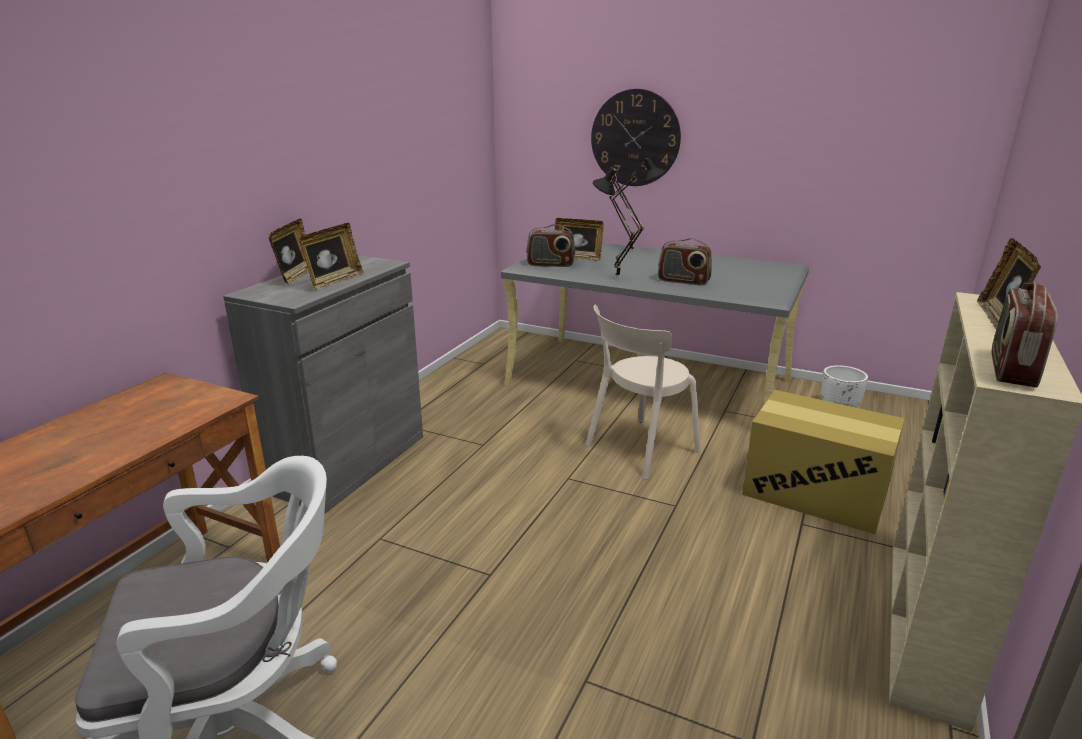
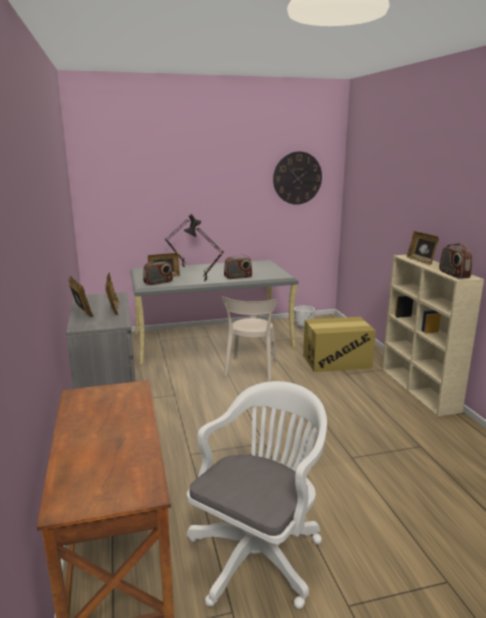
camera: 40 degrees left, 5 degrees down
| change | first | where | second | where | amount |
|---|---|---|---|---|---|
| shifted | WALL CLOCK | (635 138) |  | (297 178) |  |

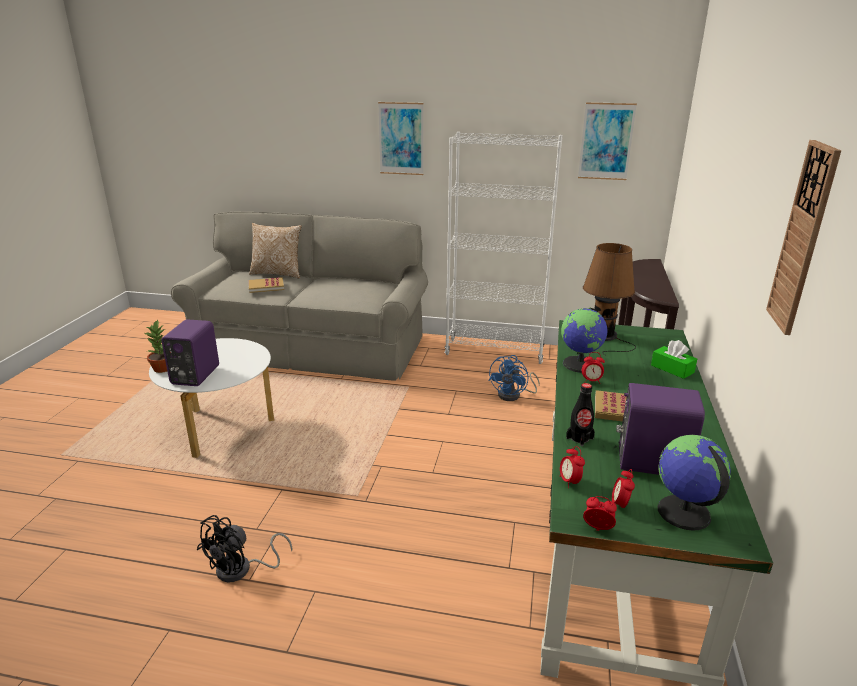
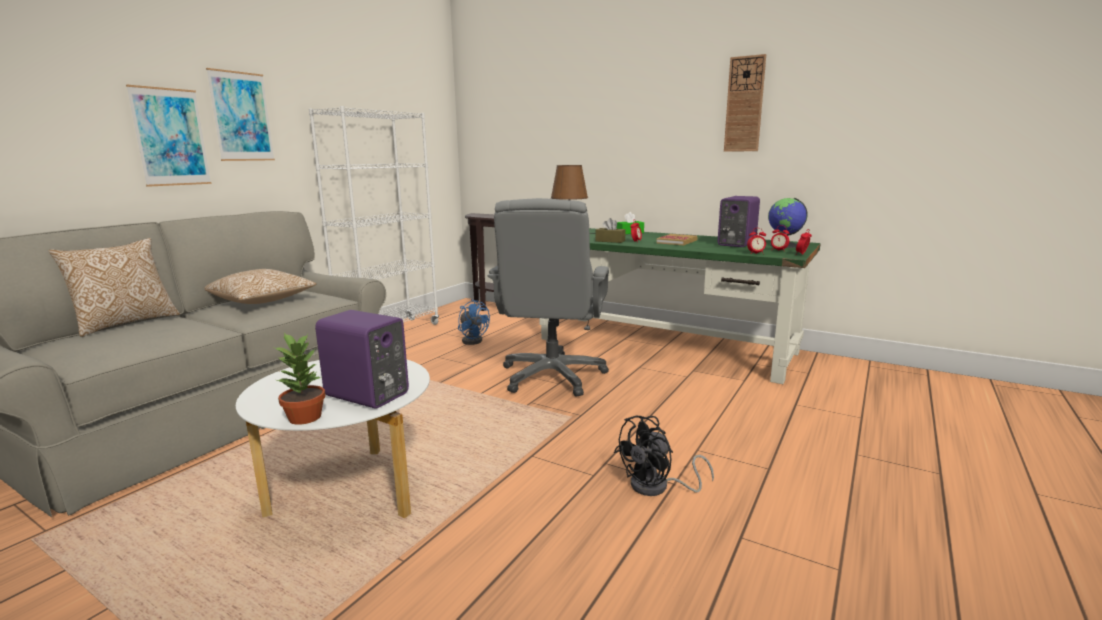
camera: 70 degrees left, 10 degrees down
| change | first | where | second | where | amount |
|---|---|---|---|---|---|
| shifted | PICTURE | (606 141) |  | (170 137) |  |
| gone | BOOK | (266 286) |  |  |  |
| swapped | GLOBE | (581 364) | BROWN TISSUE BOX | (610 241) |  |
| gone | BLACK BOTTLE | (579 438) |  |  |  |
| rotated | BLACK FAN | (241 570) |  | (657 487) | 90 degrees clockwise |
| new |  |  | GREY OFFICE CHAIR | (552 376) |  |
| new |  |  | PILLOW | (263 301) |  |

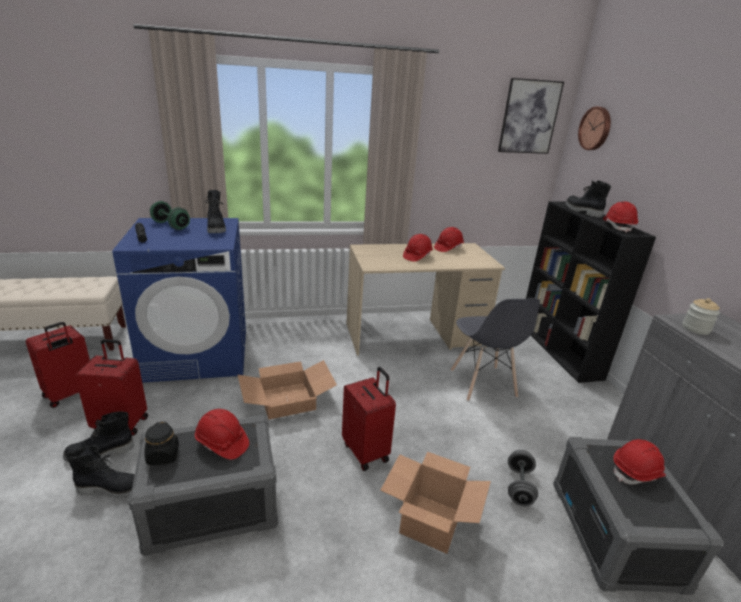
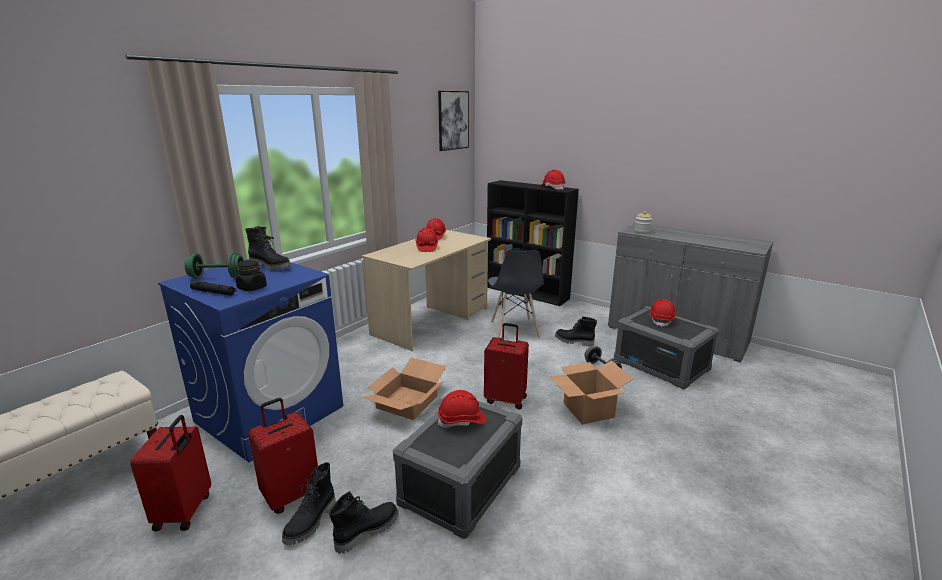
camera: 40 degrees left, 5 degrees down
| change | first | where | second | where | amount |
|---|---|---|---|---|---|
| gone | WALL CLOCK | (595 128) |  |  |  |
| shifted | BLACK BOOT | (582 211) |  | (574 342) |  |
| rotated | GREY CHAIR | (482 384) |  | (514 330) | 45 degrees clockwise |
| shifted | BLACK JAR | (163 456) |  | (252 288) |  |

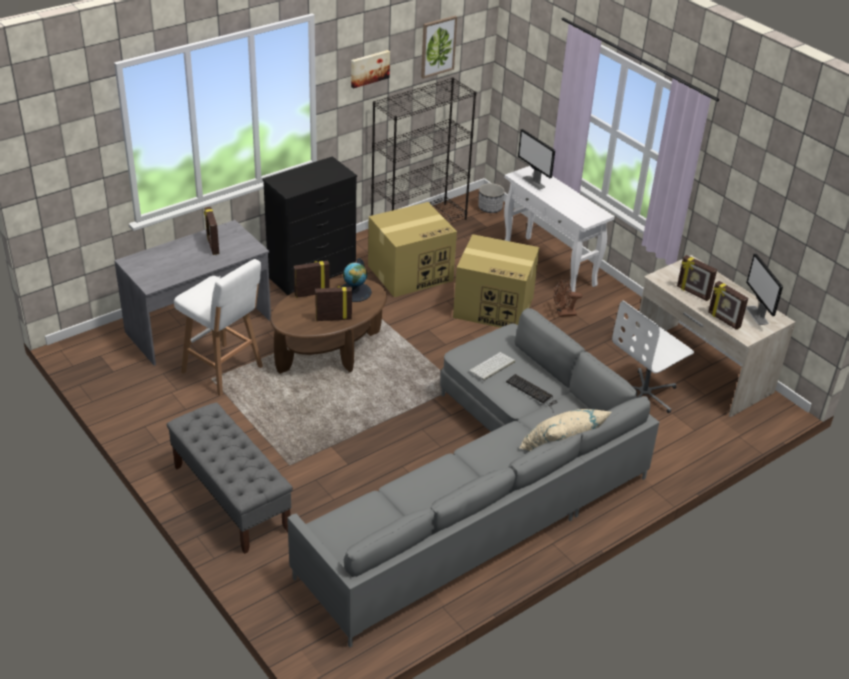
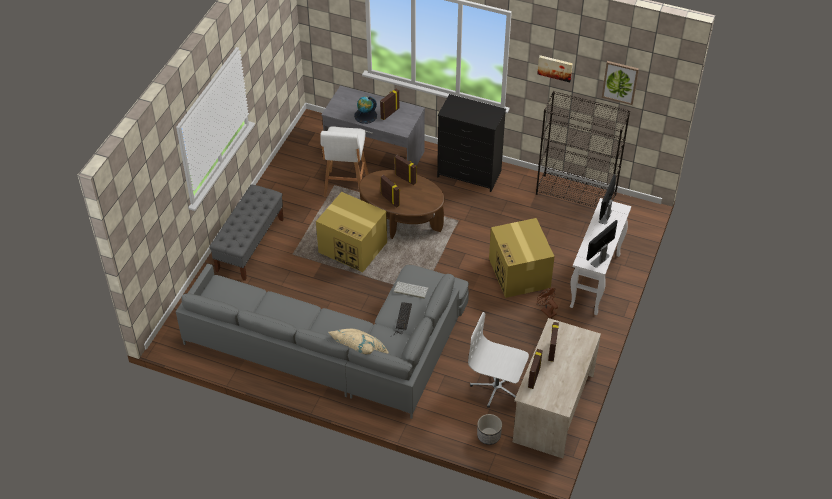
camera: 60 degrees right, 10 degrees up
| change | first | where | second | where | amount |
|---|---|---|---|---|---|
| shifted | PLANTER | (490 208) |  | (488 435) |  |
| shifted | CARDBOARD BOX | (411 273) |  | (353 247) |  |
| shifted | MONITOR | (757 315) |  | (599 259) |  |
| shifted | GLOBE | (355 292) |  | (365 116) |  |

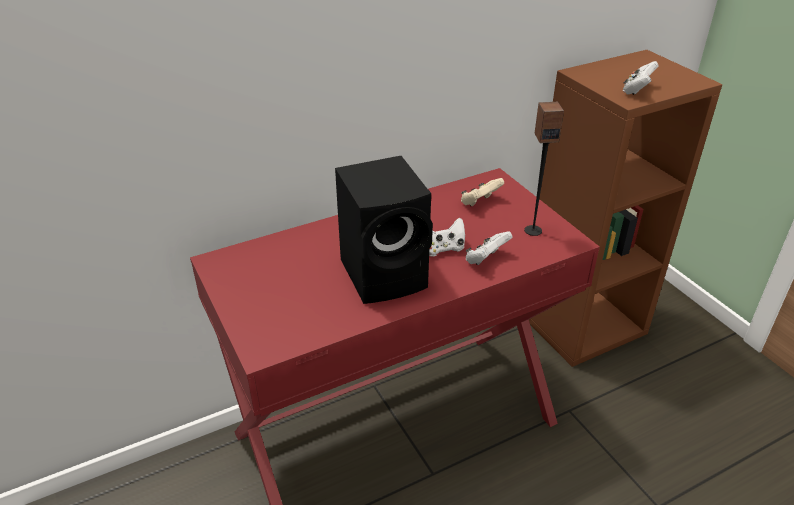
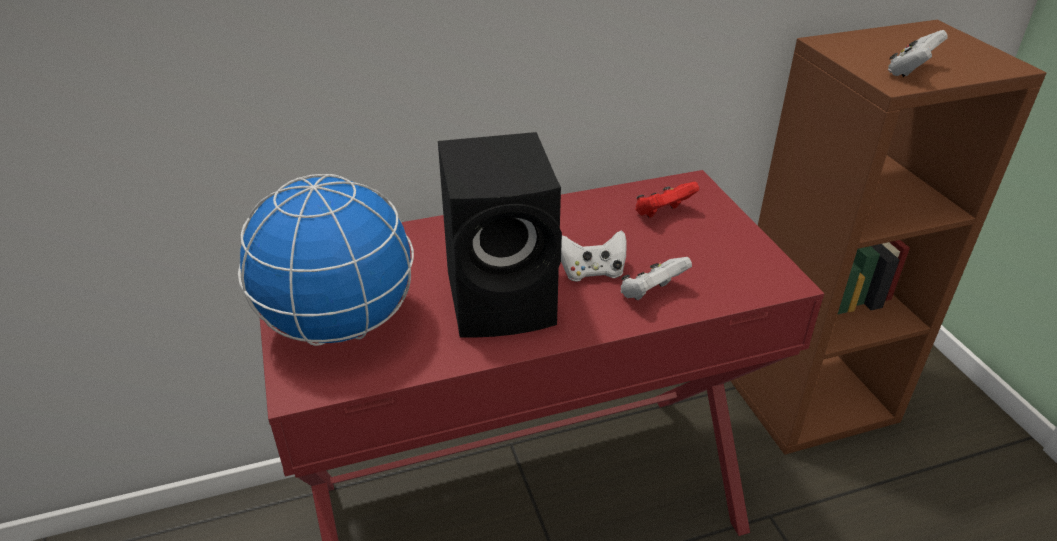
camera: 10 degrees right, 0 degrees up
| change | first | where | second | where | amount |
|---|---|---|---|---|---|
| gone | SPEAKER | (533 230) |  |  |  |
| repainted | BEIGE GAME CONTROLLER | (480 202) | RED GAME CONTROLLER | (662 214) |  |
| new |  |  | GLOBE | (340 325) |  |

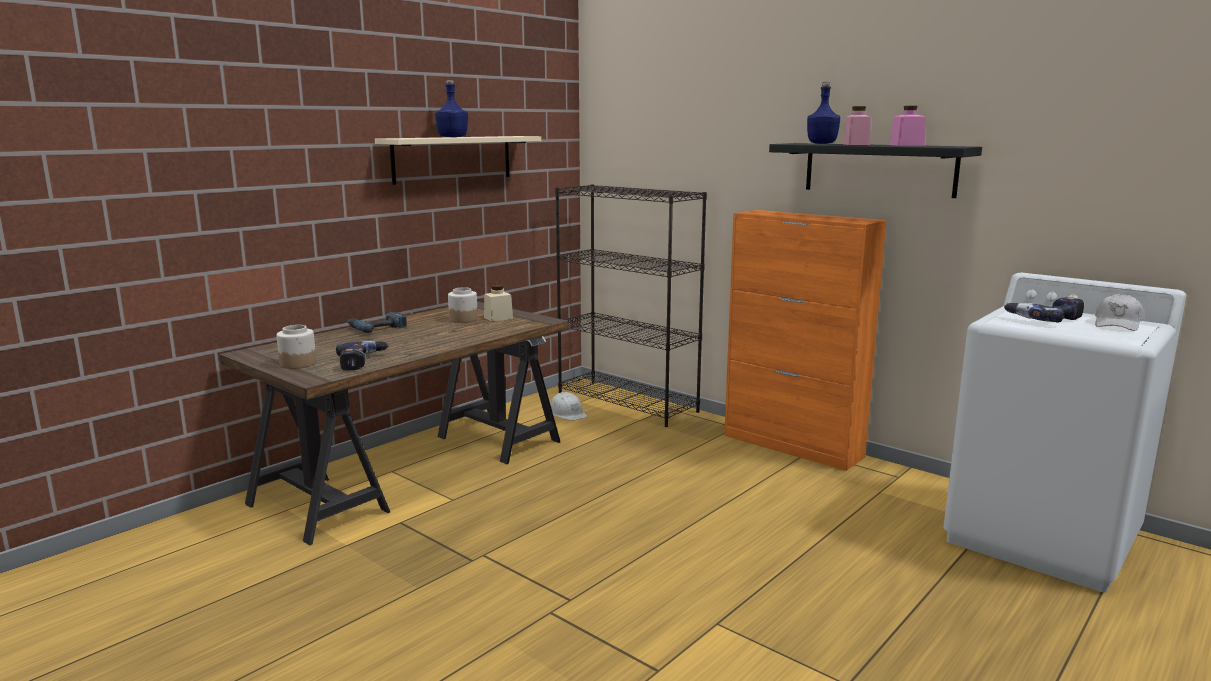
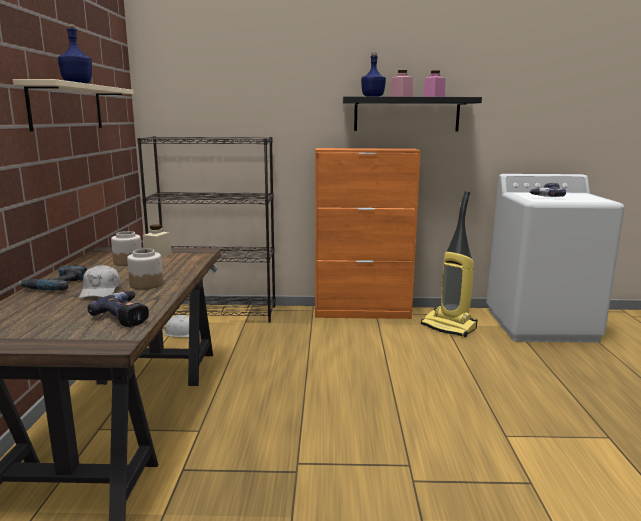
camera: 40 degrees left, 0 degrees up
| change | first | where | second | where | amount |
|---|---|---|---|---|---|
| shifted | WHITE CAP | (1117 324) |  | (100 291) |  |
| shifted | JAR | (298 364) |  | (146 284) |  |
| new |  |  | VACUUM CLEANER | (449 327) |  |

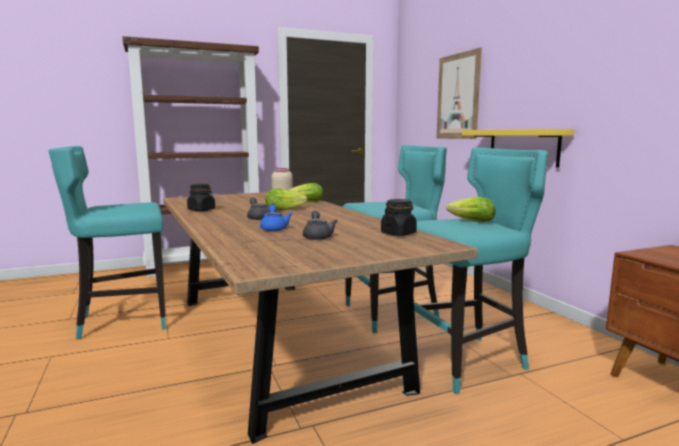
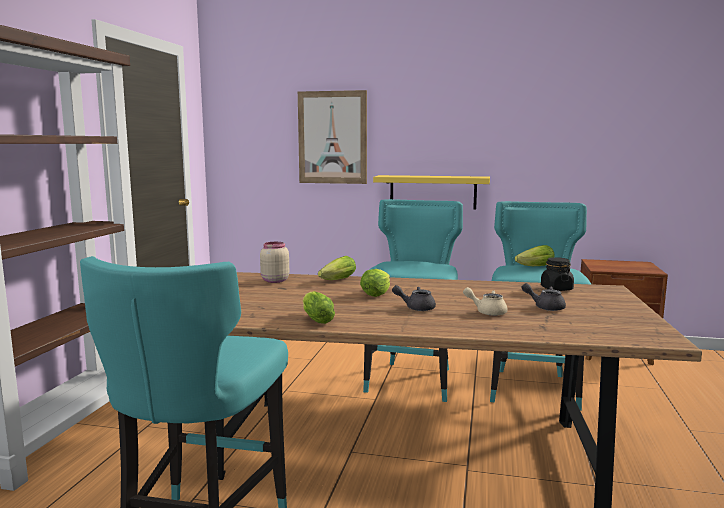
camera: 55 degrees left, 0 degrees up
| change | first | where | second | where | amount |
|---|---|---|---|---|---|
| swapped | BLACK JAR | (201 210) | LETTUCE | (316 319) |  |
| repainted | BLUE TEAPOT | (274 228) | BEIGE TEAPOT | (487 312) |  |

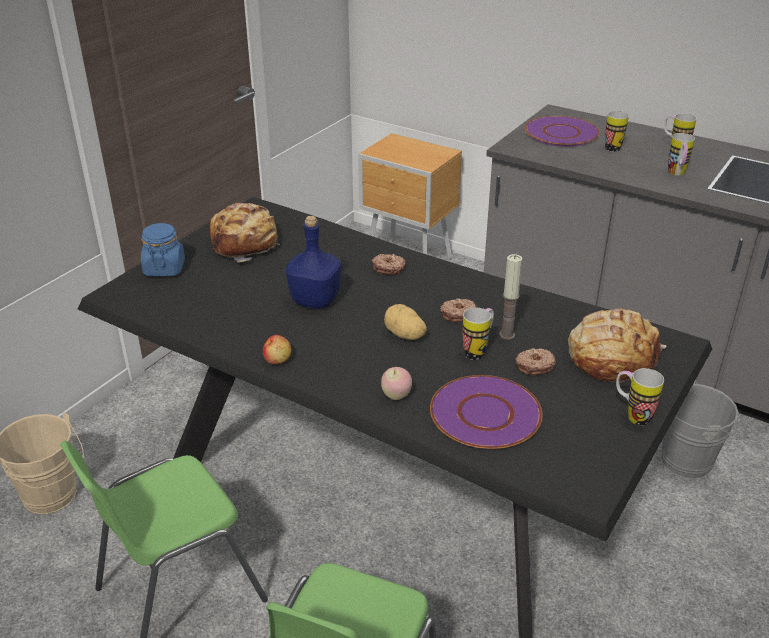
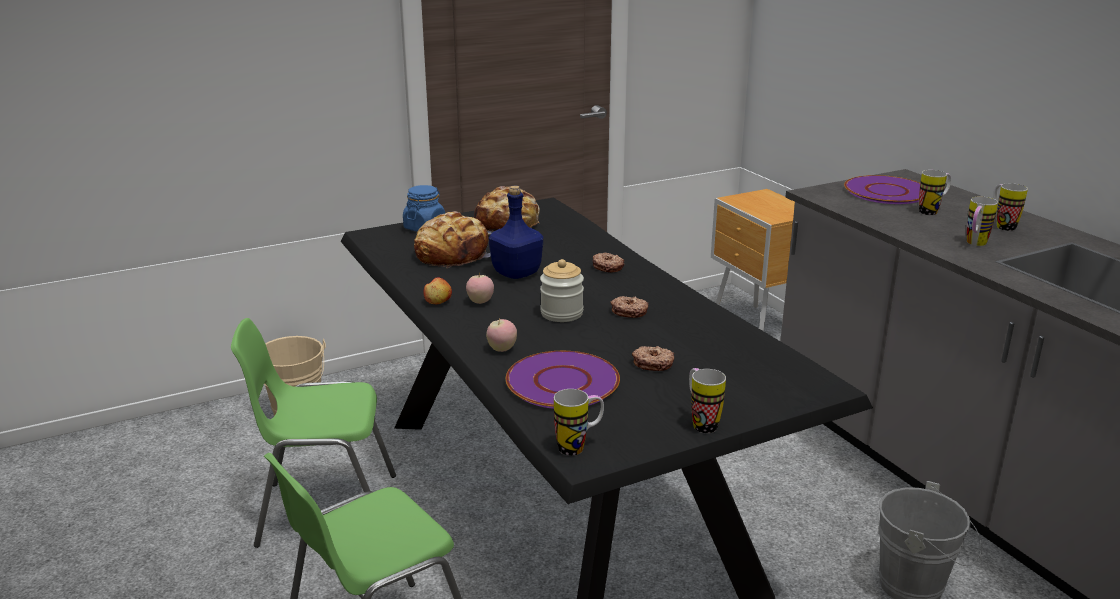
camera: 30 degrees right, 10 degrees down
| change | first | where | second | where | amount |
|---|---|---|---|---|---|
| gone | CANDLE | (507 335) |  |  |  |
| swapped | POTATO | (404 335) | JAR | (561 313) |  |
| shifted | MUG | (478 351) |  | (579 447) |  |
| shifted | BREAD | (611 357) |  | (453 254) |  |
| new |  |  | APPLE | (480 302) |  |

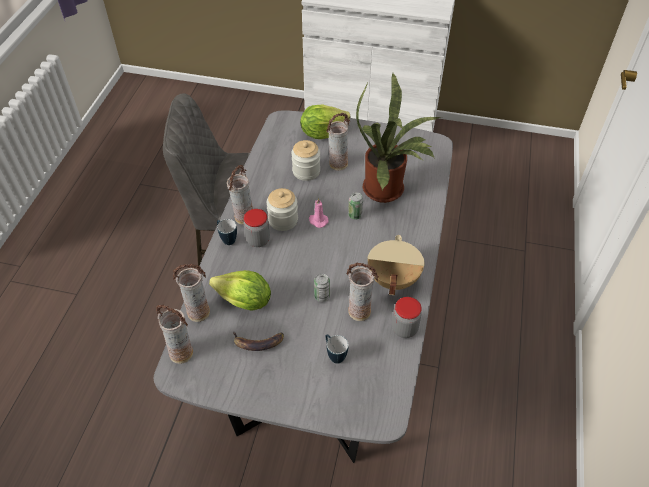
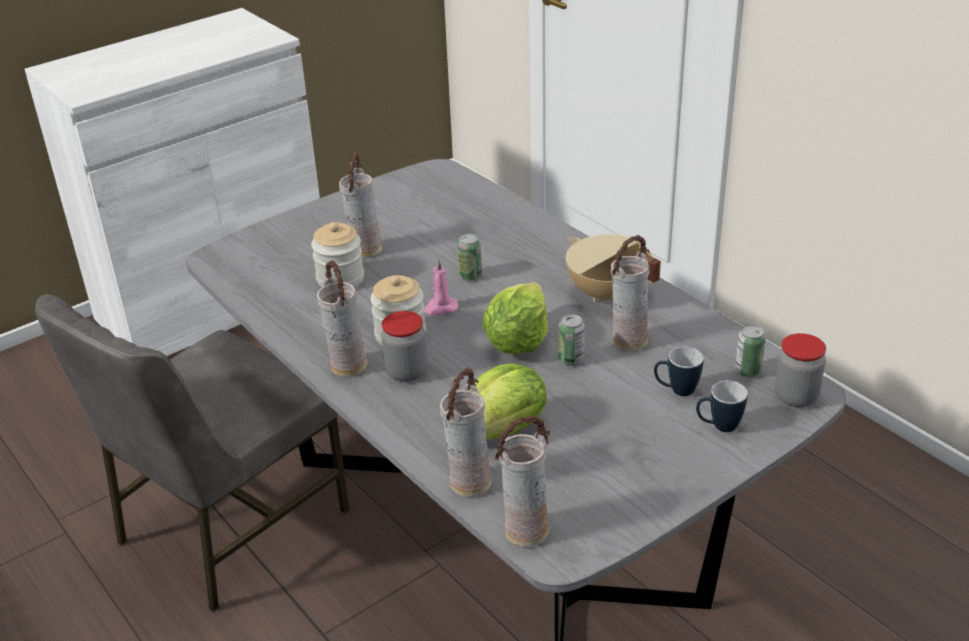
camera: 50 degrees left, 15 degrees down
| change | first | where | second | where | amount |
|---|---|---|---|---|---|
| gone | POTTED PLANT | (387 190) |  |  |  |
| shifted | LETTUCE | (322 132) |  | (517 341) |  |
| shifted | MUG | (227 239) |  | (718 427) |  |
| shifted | JAR | (404 329) |  | (795 396) |  |
| gone | BANANA | (257 343) |  |  |  |
| new |  |  | CAN | (747 371) |  |

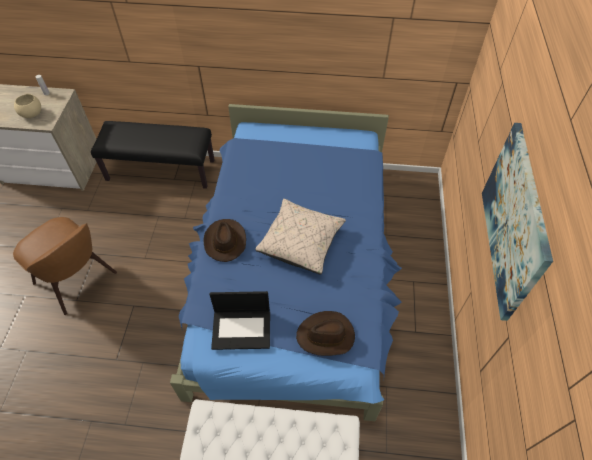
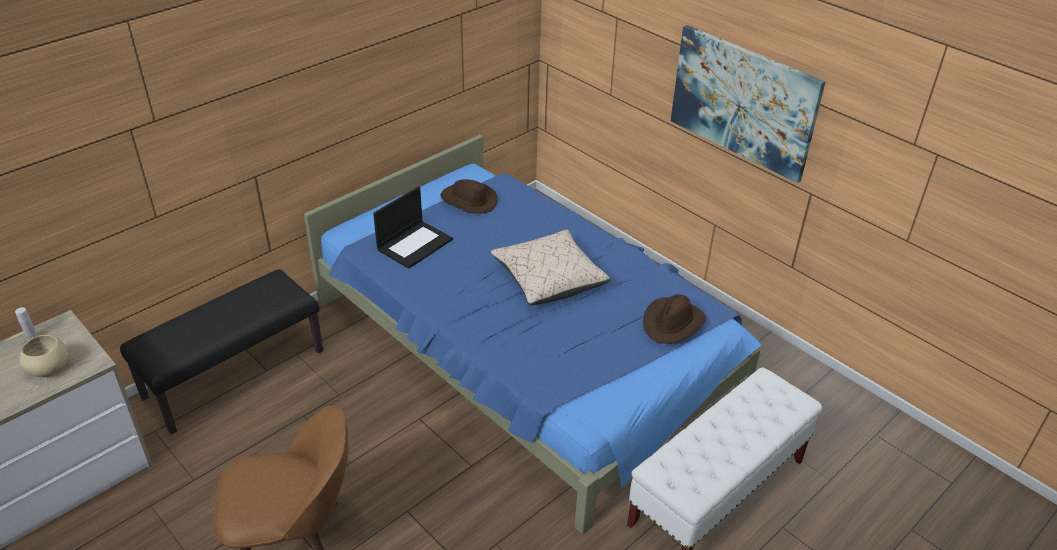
camera: 50 degrees left, 15 degrees down
| change | first | where | second | where | amount |
|---|---|---|---|---|---|
| shifted | BROWN HAT | (225 241) |  | (468 201) |  |
| shifted | LAPTOP | (242 329) |  | (415 244) |  |

